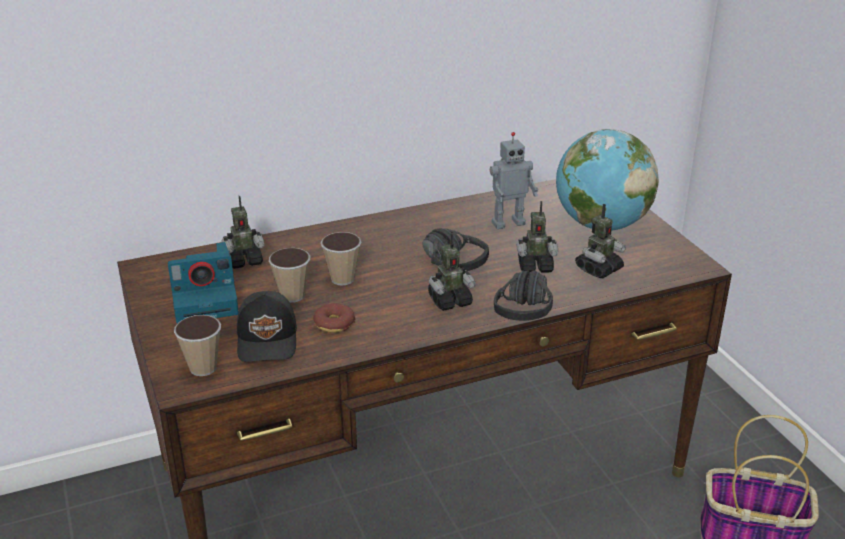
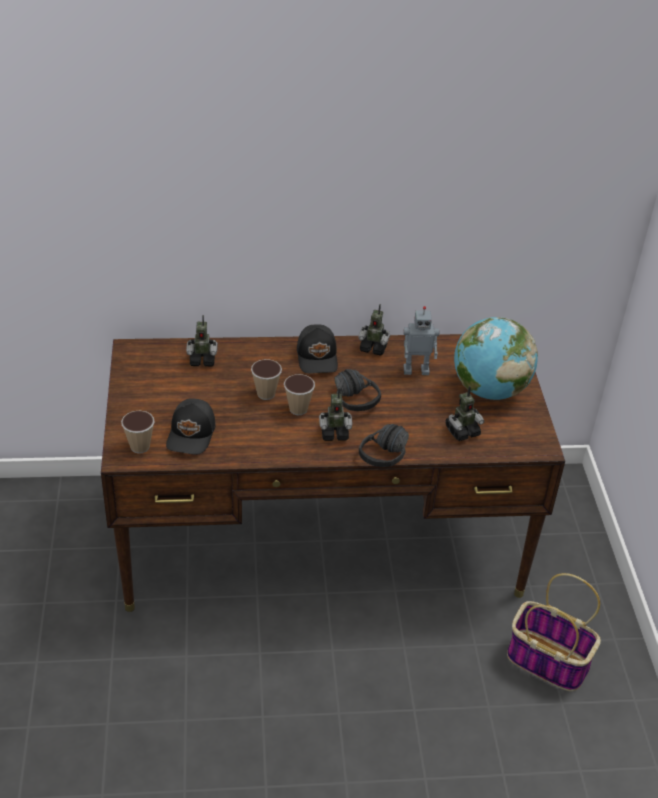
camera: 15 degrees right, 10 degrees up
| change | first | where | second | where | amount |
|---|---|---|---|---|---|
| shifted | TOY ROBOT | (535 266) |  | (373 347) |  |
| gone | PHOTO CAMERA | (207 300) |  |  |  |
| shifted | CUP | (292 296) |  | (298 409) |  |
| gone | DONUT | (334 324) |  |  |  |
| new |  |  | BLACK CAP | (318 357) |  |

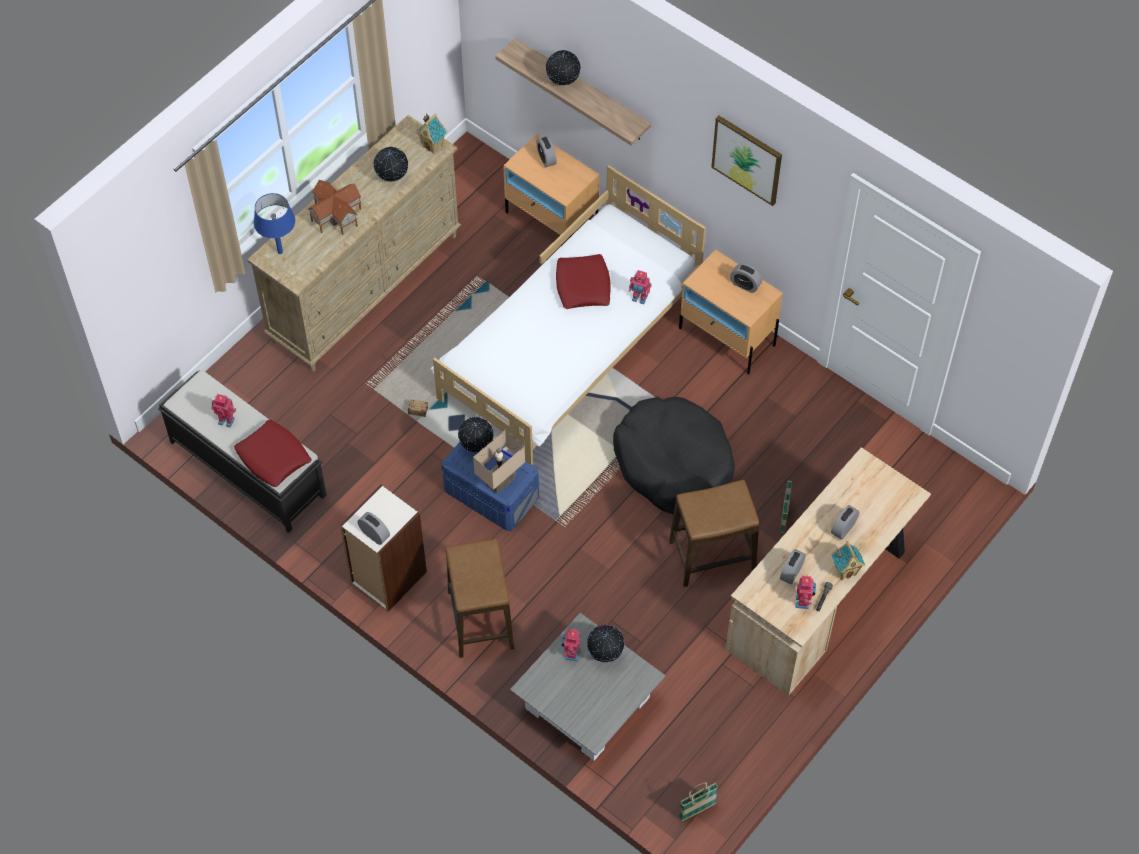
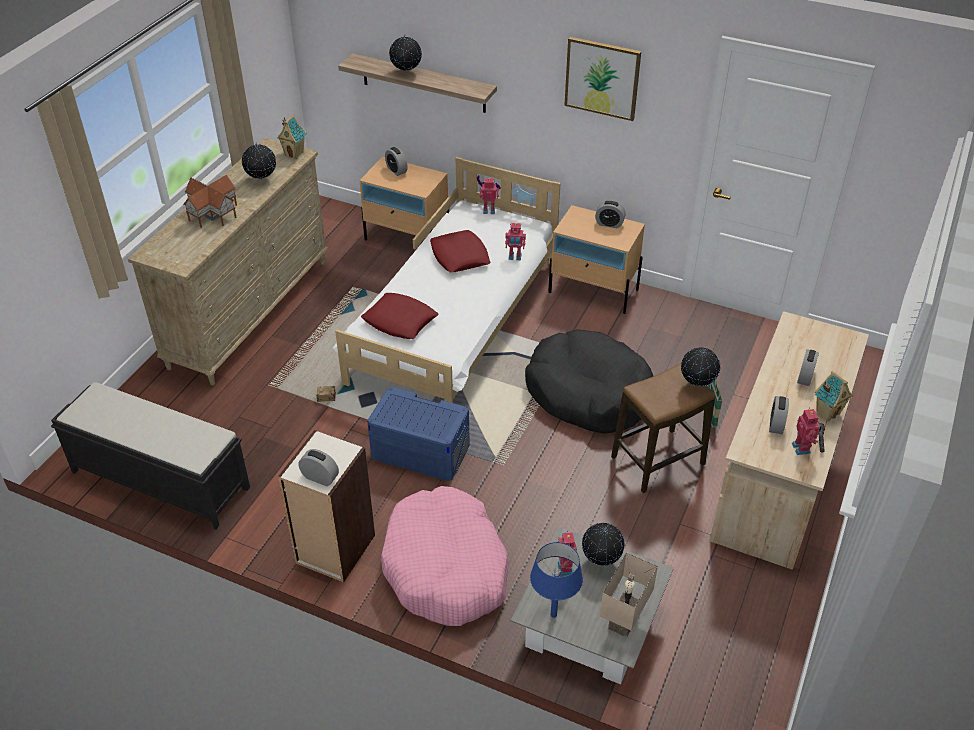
camera: 15 degrees left, 15 degrees down
| change | first | where | second | where | amount |
|---|---|---|---|---|---|
| shifted | BLUE TABLE LAMP | (280 251) |  | (553 614) |  |
| shifted | TOY ROBOT | (226 420) |  | (489 210) |  |
| shifted | GLOBE | (476 446) |  | (697 384) |  |
| shifted | RED PILLOW | (273 457) |  | (400 321) |  |
| shifted | BEIGE TABLE LAMP | (499 479) |  | (622 620) |  |
| swapped | STOOL | (480 619) | PINK DOG BED | (446 568) |  |
| gone | BASKET | (697 811) |  |  |  |

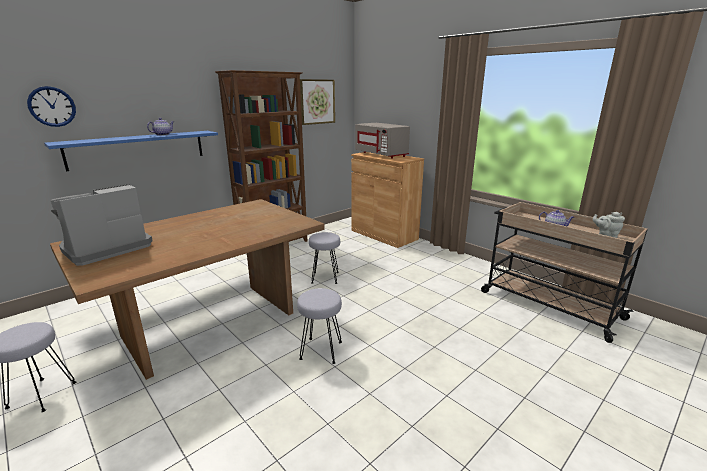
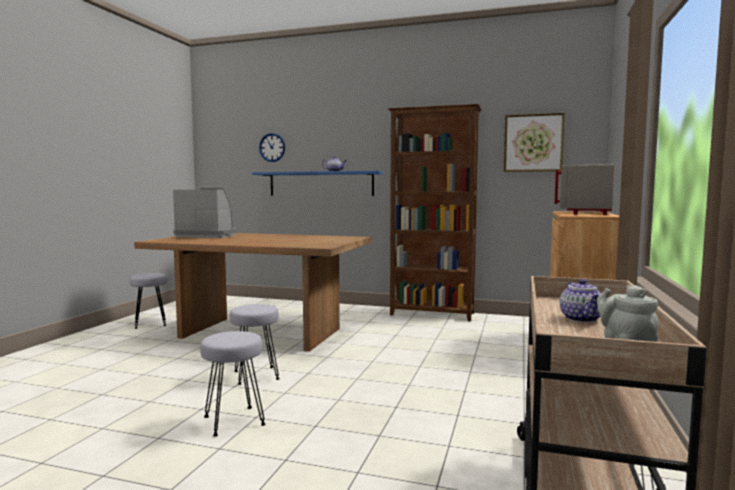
camera: 60 degrees right, 15 degrees down
| change | first | where | second | where | amount |
|---|---|---|---|---|---|
| shifted | GREY STOOL | (325 278) |  | (234 421) |  |

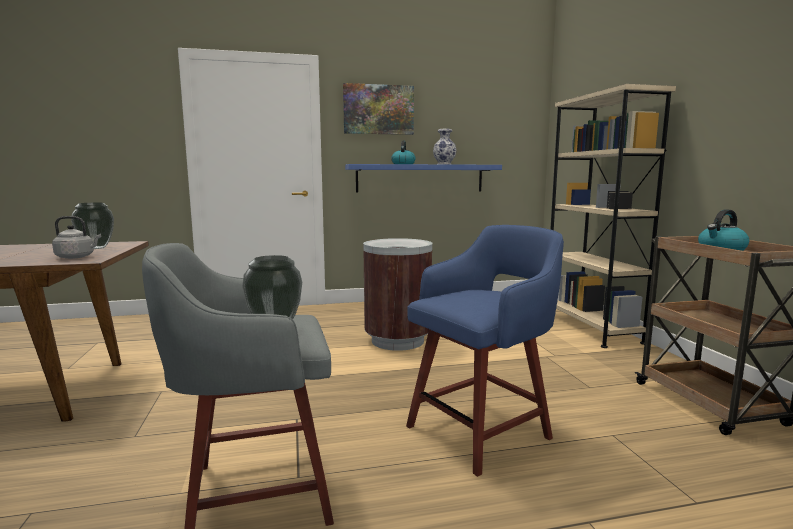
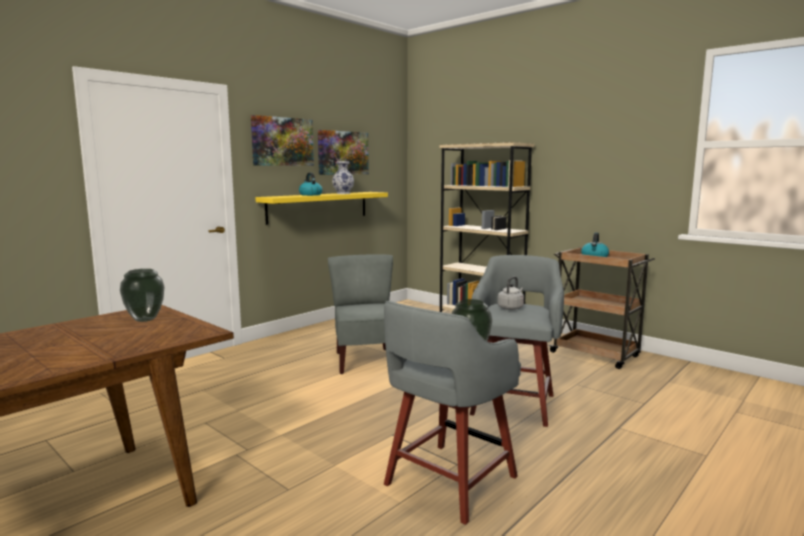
camera: 35 degrees left, 0 degrees up
| change | first | where | second | where | amount |
|---|---|---|---|---|---|
| repainted | BLUE SHELF | (420 178) | YELLOW SHELF | (318 207) |  |
| shifted | GREY KETTLE | (77 257) |  | (511 308) |  |
| repainted | BLUE STOOL | (482 431) | GREY STOOL | (514 403) |  |
| swapped | BROWN TRASH CAN | (398 341) | GREY CHAIR | (366 361) |  |
| new |  |  | PICTURE | (343 153) |  |

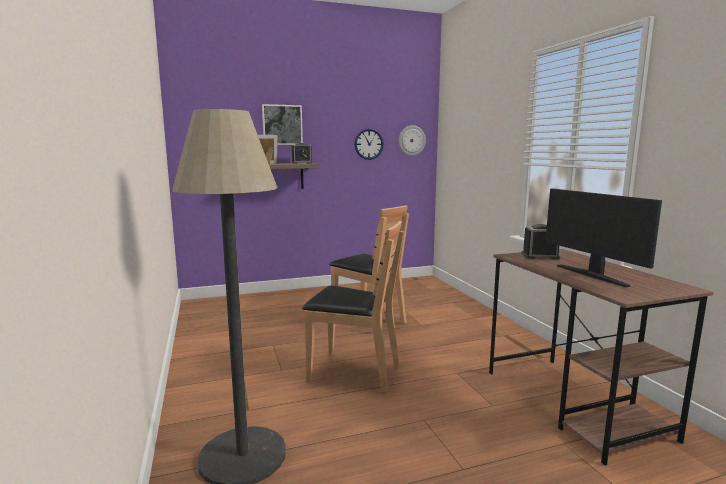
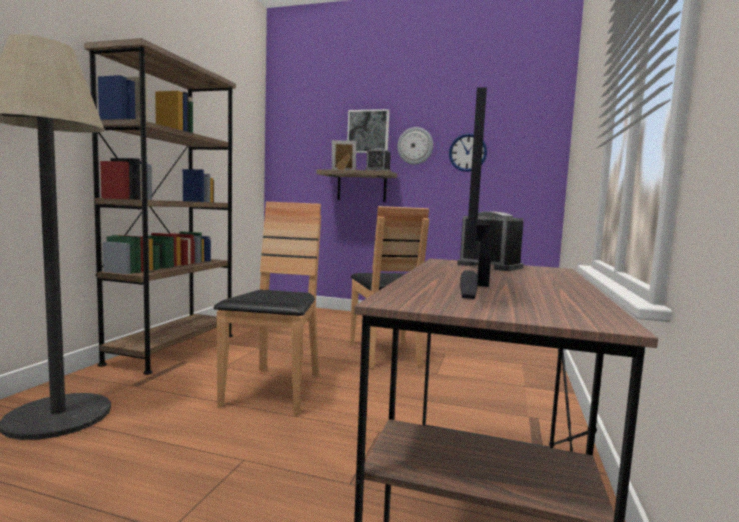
camera: 35 degrees right, 5 degrees down
| change | first | where | second | where | amount |
|---|---|---|---|---|---|
| shifted | WALL CLOCK | (411 140) |  | (415 146) |  |
| rotated | BROWN CHAIR | (353 372) |  | (274 390) | 135 degrees counterclockwise |
| new |  |  | BROWN BOOKCASE | (172 349) |  |

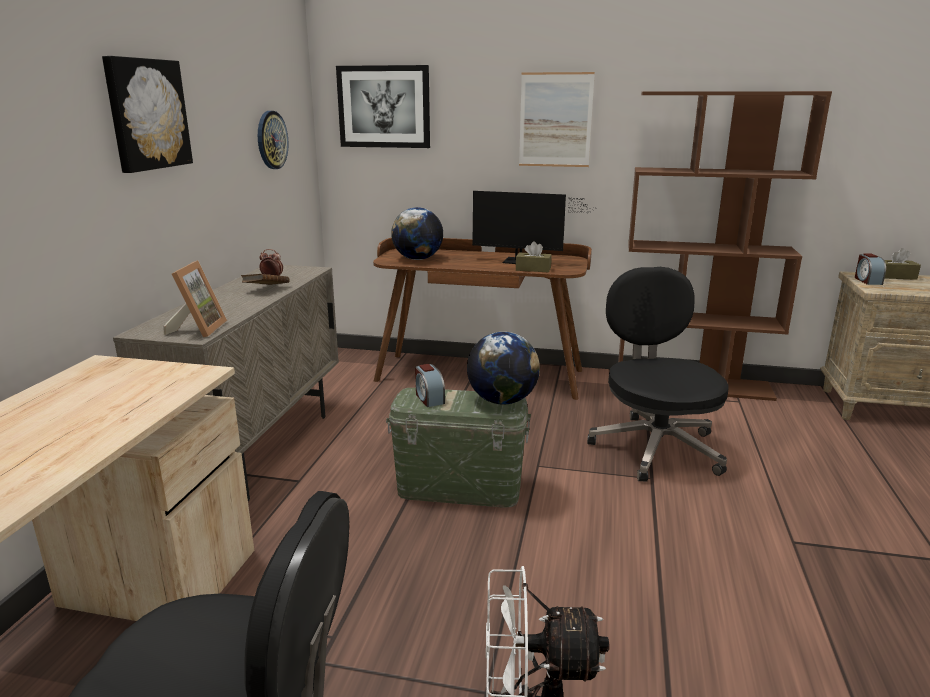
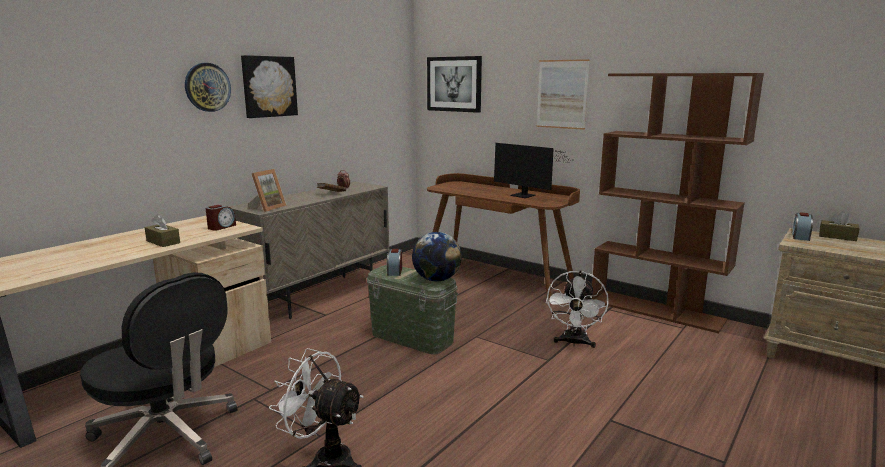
camera: 25 degrees right, 5 degrees down
| change | first | where | second | where | amount |
|---|---|---|---|---|---|
| shifted | WALL CLOCK | (271 140) |  | (207 87) |  |
| gone | GLOBE | (418 259) |  |  |  |
| shifted | BROWN TISSUE BOX | (533 269) |  | (163 242) |  |
| swapped | BLACK OFFICE CHAIR | (655 447) | WHITE FAN | (574 343) |  |
| new |  |  | ALARM CLOCK | (221 227) |  |

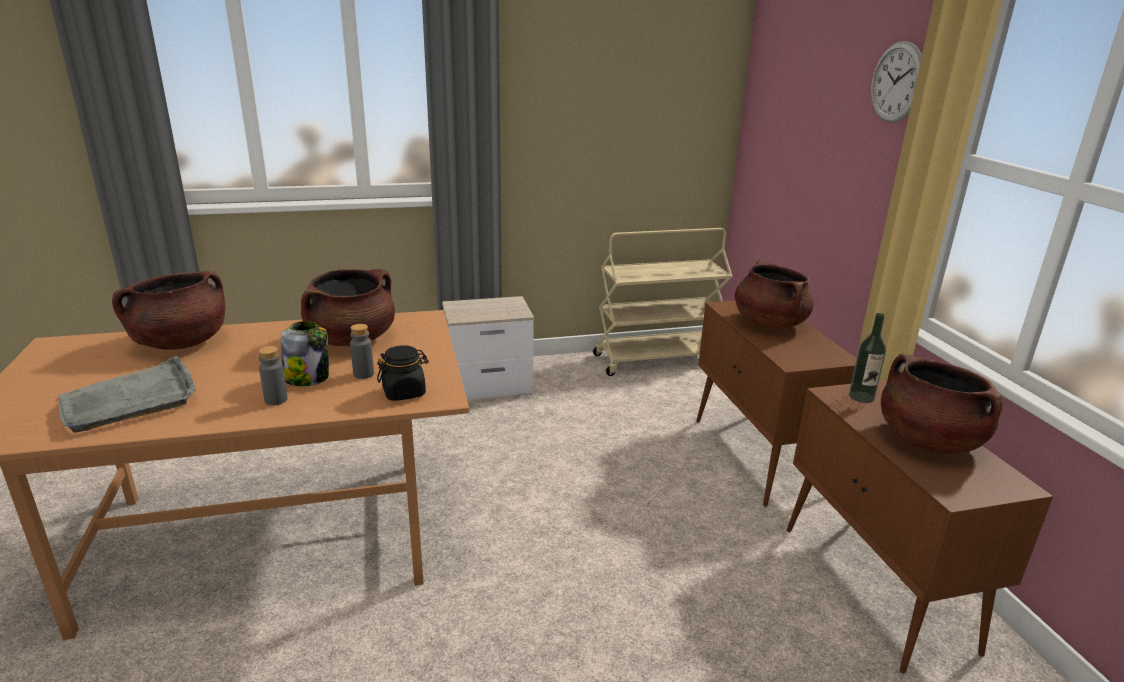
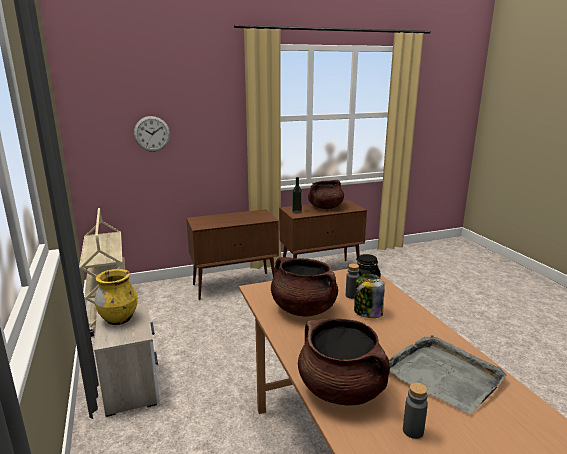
camera: 95 degrees left, 5 degrees down
| change | first | where | second | where | amount |
|---|---|---|---|---|---|
| shifted | WALL CLOCK | (897 82) |  | (152 134) |  |
| gone | BROWN COOKING POT | (769 323) |  |  |  |
| shifted | GREY BOTTLE | (276 400) |  | (413 431) |  |
| new |  |  | YELLOW VASE | (119 319) |  |

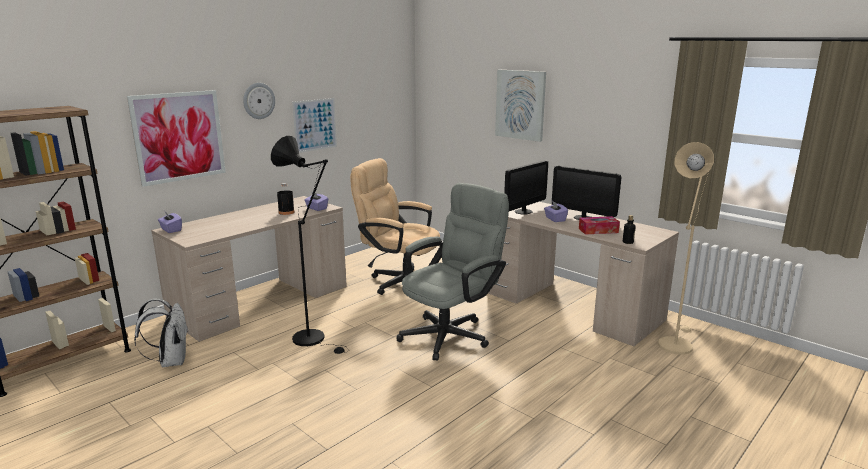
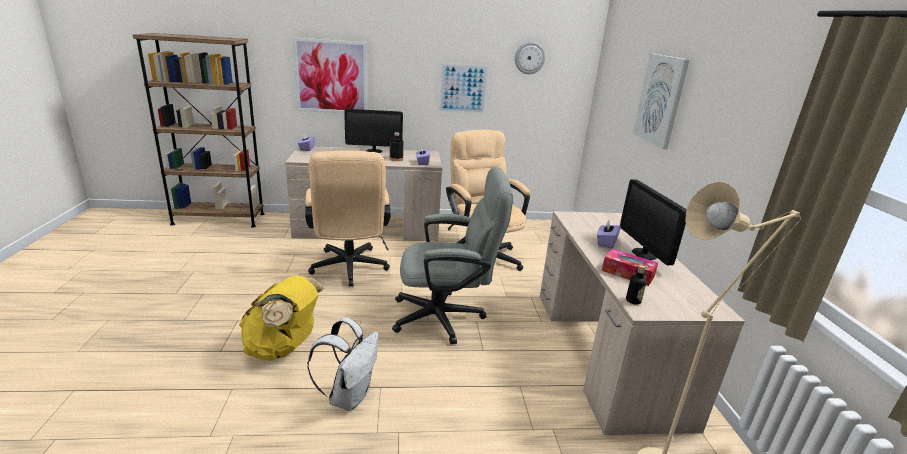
camera: 40 degrees right, 5 degrees up
| change | first | where | second | where | amount |
|---|---|---|---|---|---|
| shifted | WALL CLOCK | (258 101) |  | (529 58) |  |
| swapped | BLACK FLOOR LAMP | (314 339) | BEIGE OFFICE CHAIR | (349 270) |  |
| shifted | MONITOR | (523 211) |  | (374 151) |  |
| shifted | WHITE BACKPACK | (171 361) |  | (349 396) |  |
| new |  |  | YELLOW BACKPACK | (283 348) |  |

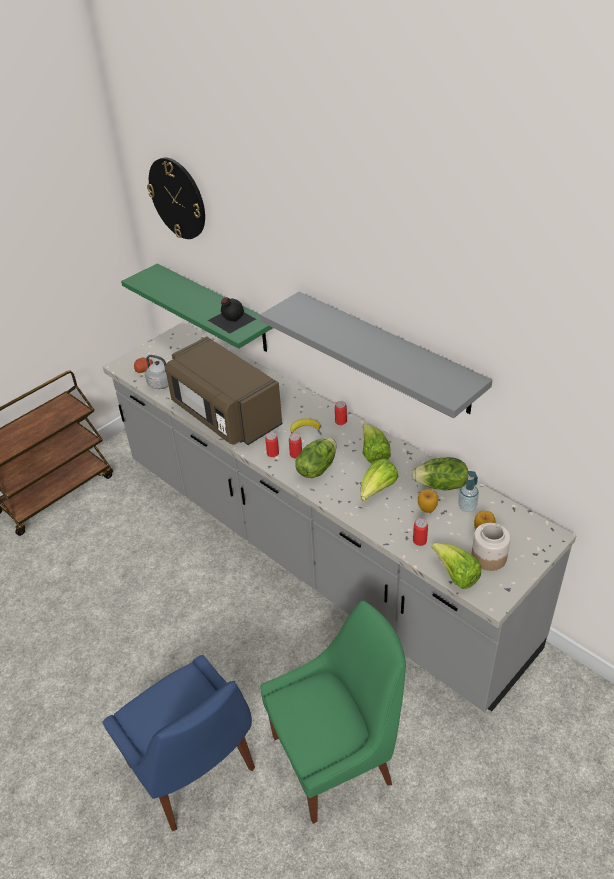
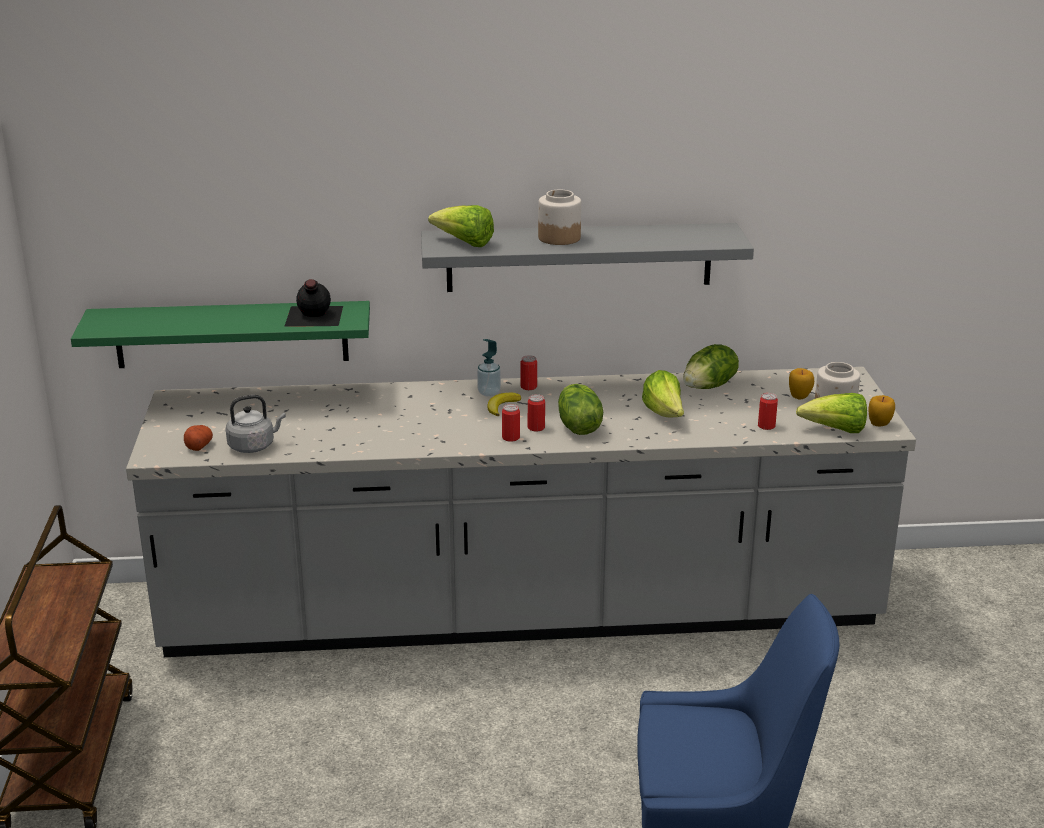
camera: 50 degrees left, 15 degrees down
| change | first | where | second | where | amount |
|---|---|---|---|---|---|
| gone | WALL CLOCK | (177 198) |  |  |  |
| gone | BROWN MICROWAVE | (225 415) |  |  |  |
| shifted | LETTUCE | (373 454) |  | (464 243) |  |
| shifted | SOAP DISPENSER | (467 507) |  | (489 393) |  |
| shifted | APPLE | (427 509) |  | (879 424) |  |
| gone | GREEN CHAIR | (336 758) |  |  |  |
| new |  |  | JAR | (559 238) |  |

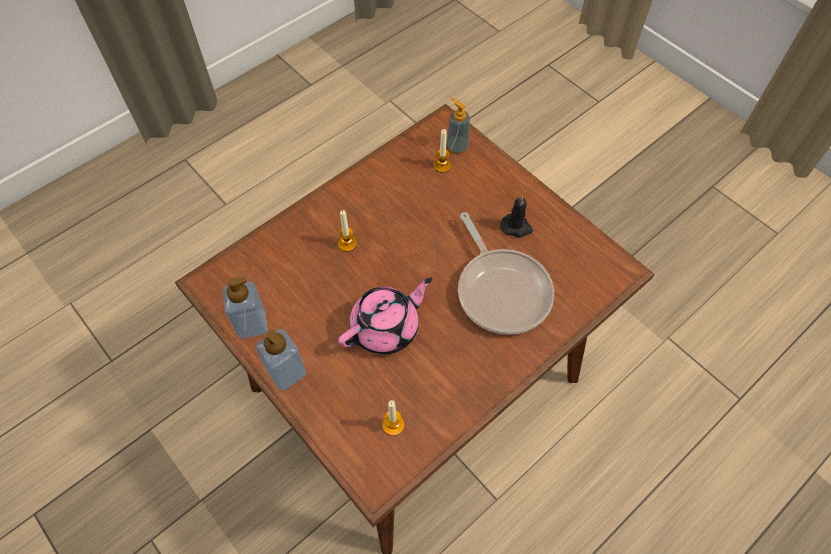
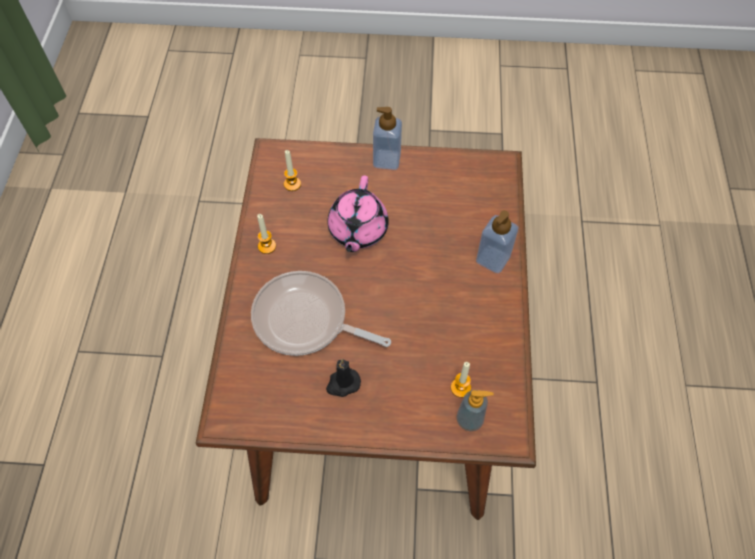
camera: 135 degrees right, 0 degrees up
| change | first | where | second | where | amount |
|---|---|---|---|---|---|
| shifted | CANDLE | (347 243) |  | (267 246) |  |
| shifted | SOAP DISPENSER | (251 324) |  | (492 259) |  |

